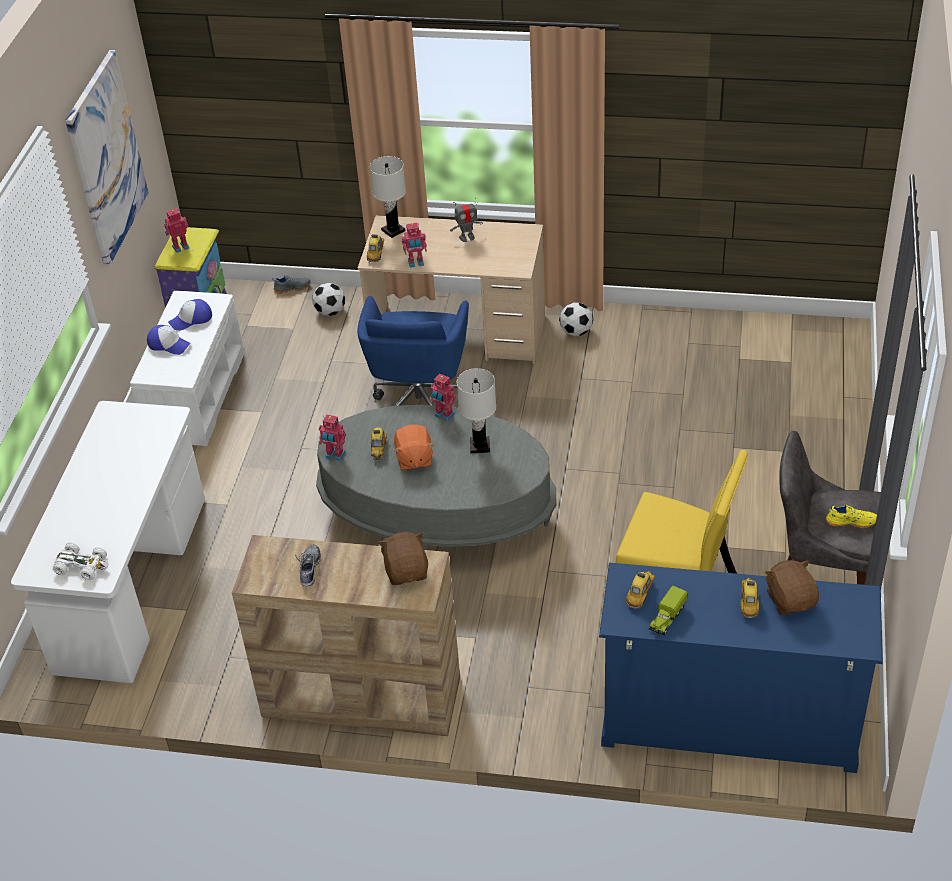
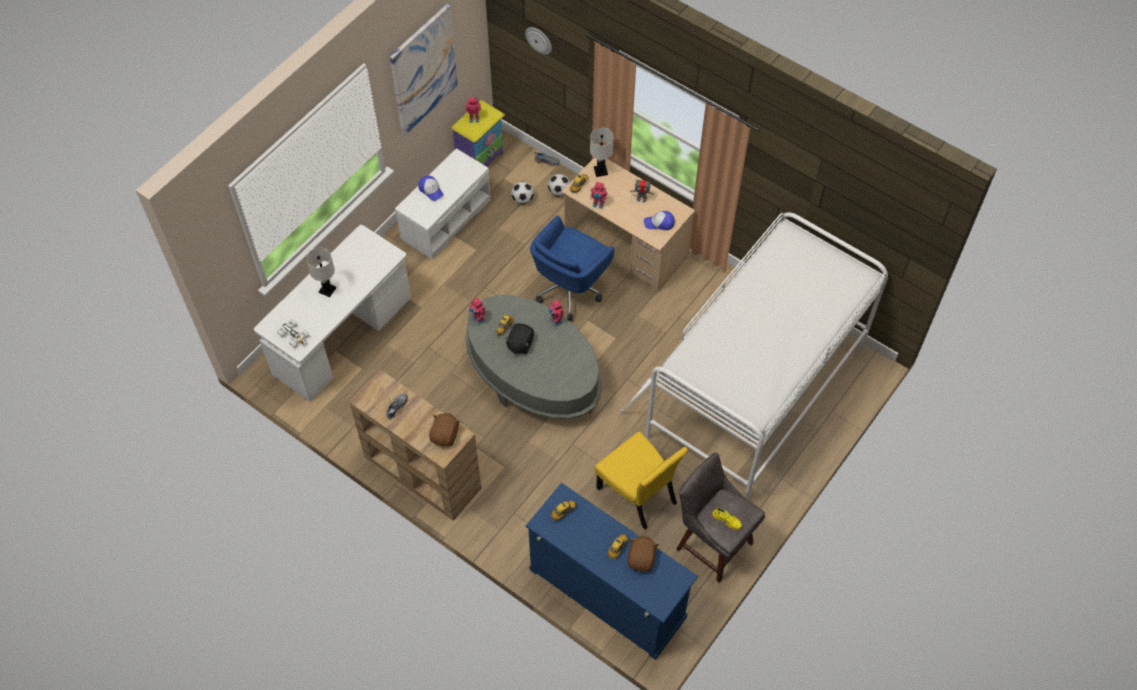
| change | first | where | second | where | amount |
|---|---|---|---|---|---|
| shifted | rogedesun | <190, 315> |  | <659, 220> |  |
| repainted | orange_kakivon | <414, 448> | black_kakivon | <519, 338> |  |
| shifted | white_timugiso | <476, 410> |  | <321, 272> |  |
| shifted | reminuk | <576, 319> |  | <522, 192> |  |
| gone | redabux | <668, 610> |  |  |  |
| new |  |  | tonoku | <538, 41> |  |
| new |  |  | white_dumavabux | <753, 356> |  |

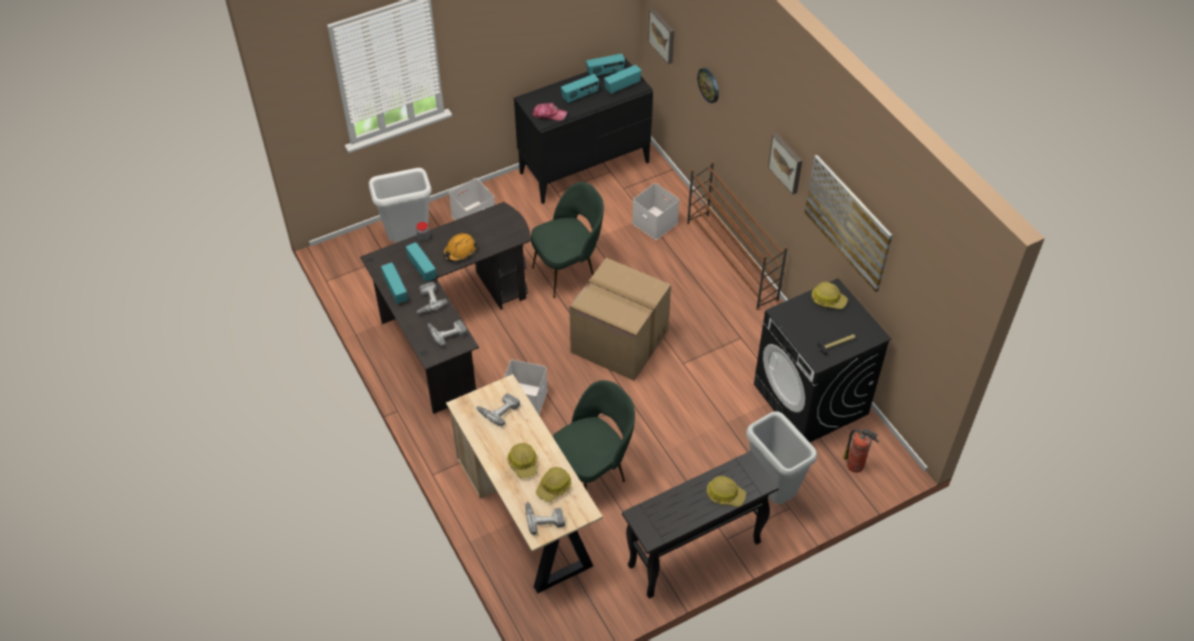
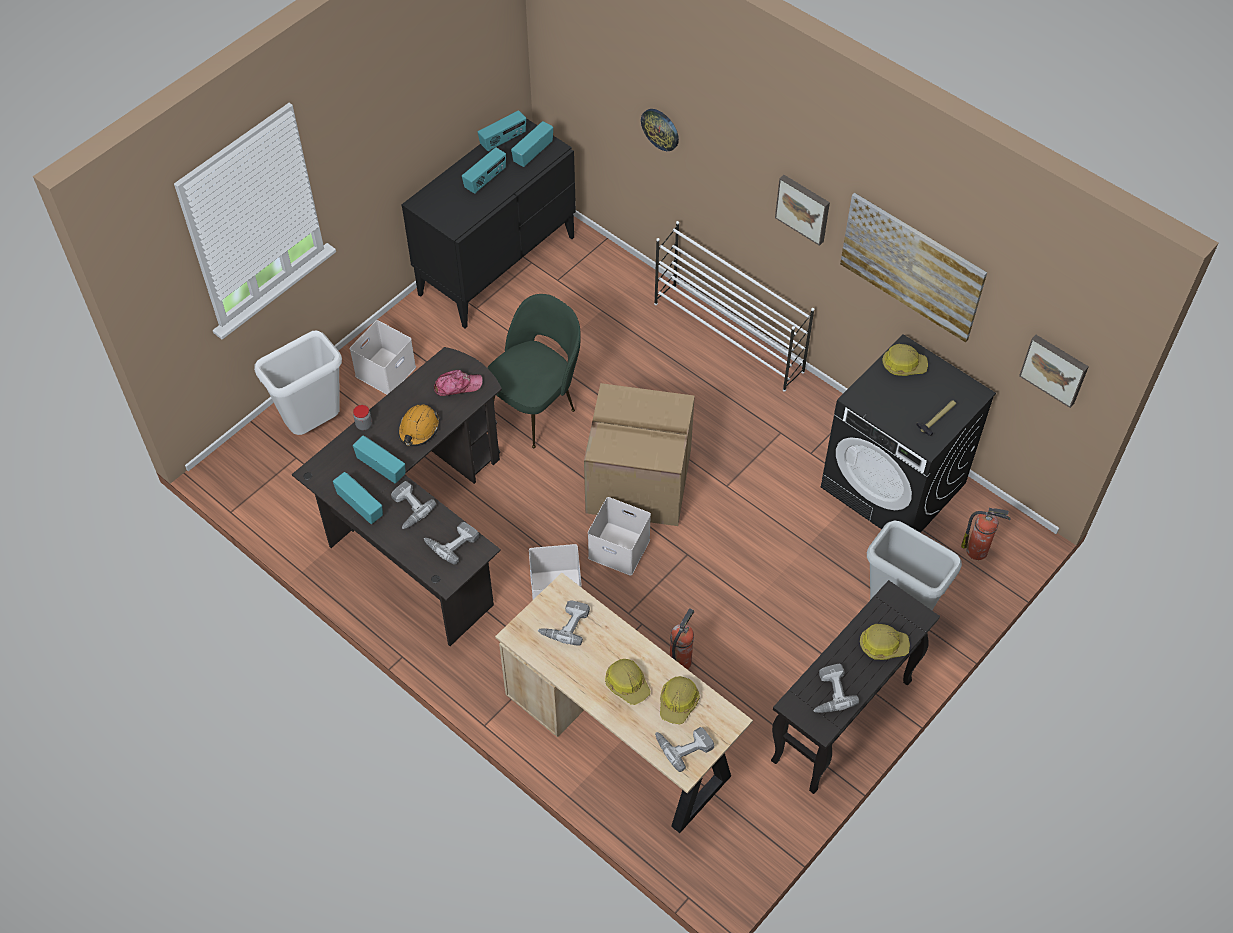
| change | first | where | second | where | amount |
|---|---|---|---|---|---|
| shifted | rogedesun | <549, 112> |  | <458, 383> |  |
| swapped | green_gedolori | <593, 434> | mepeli | <682, 639> |  |
| shifted | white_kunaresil | <655, 211> |  | <619, 536> |  |
| shifted | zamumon | <661, 36> |  | <1054, 371> |  |
| repainted | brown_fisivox | <737, 235> | white_fisivox | <734, 306> |  |
| new |  |  | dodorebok | <836, 688> |  |

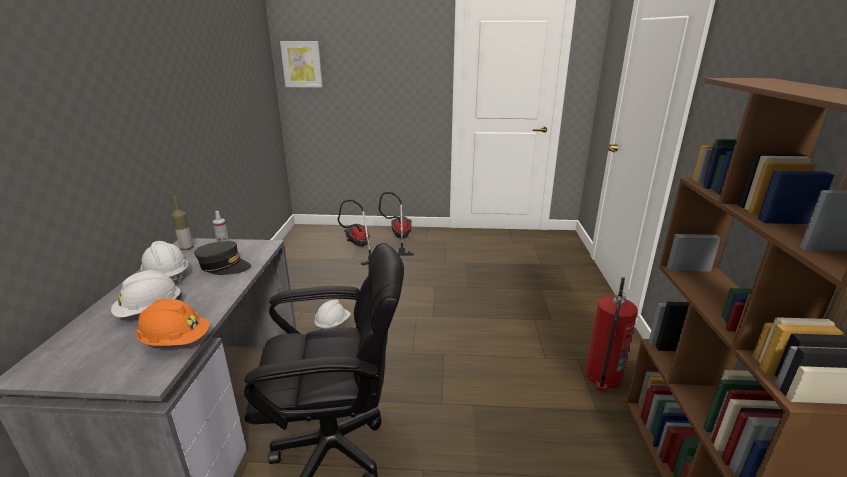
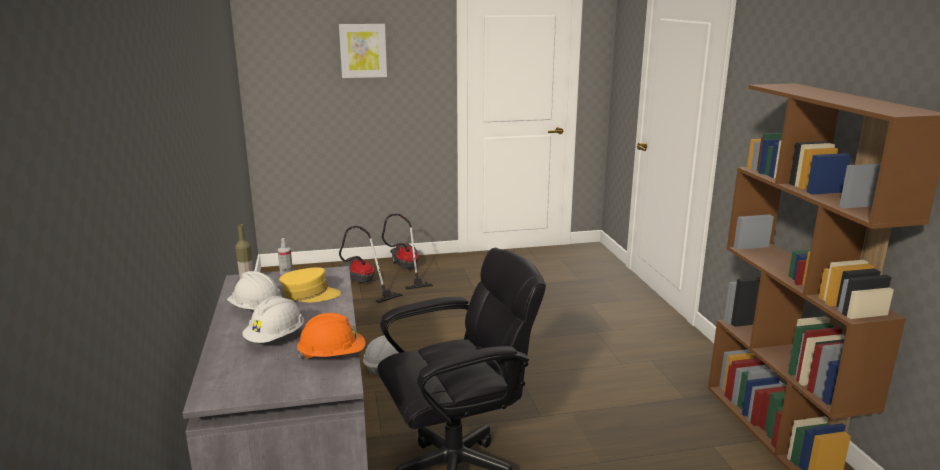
| change | first | where | second | where | amount |
|---|---|---|---|---|---|
| repainted | grey_rogedesun | <222, 258> | yellow_rogedesun | <310, 284> |  |
| shifted | zamumon | <301, 64> |  | <363, 51> |  |
| gone | mepeli | <611, 334> |  |  |  |

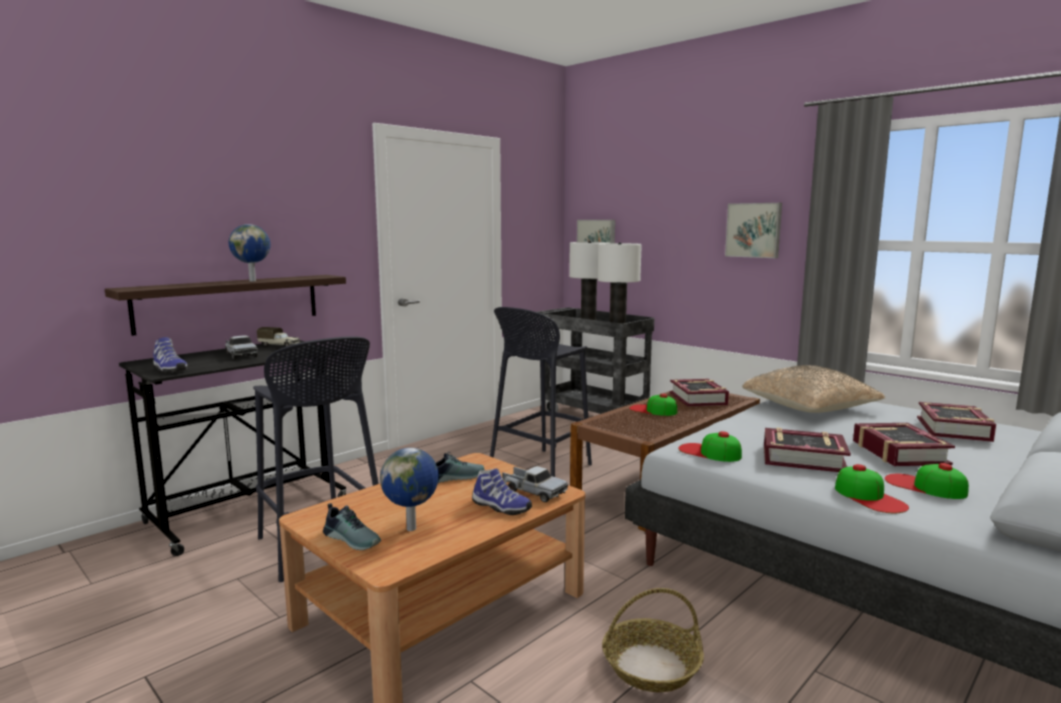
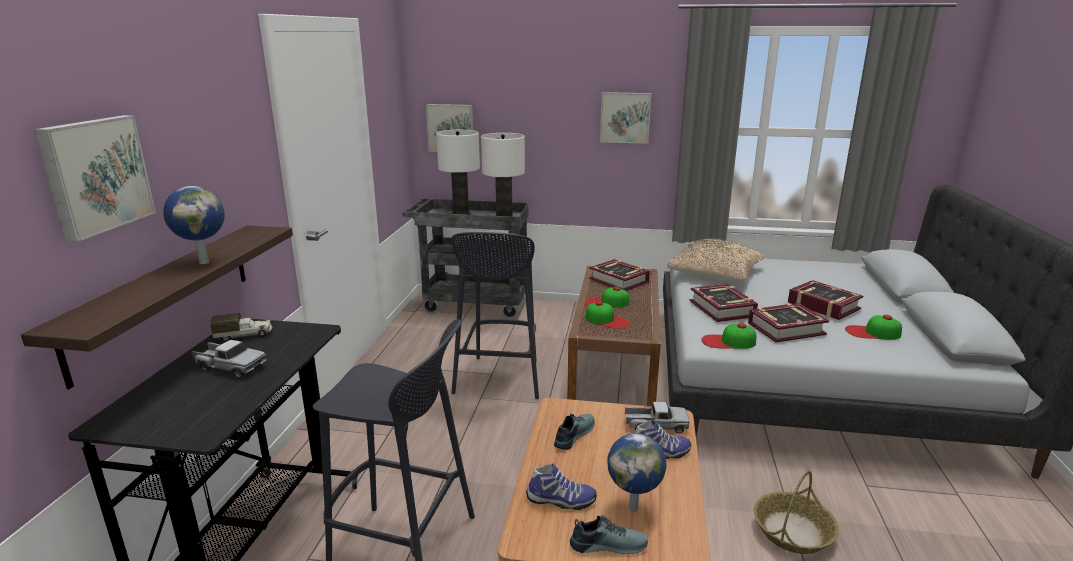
| change | first | where | second | where | amount |
|---|---|---|---|---|---|
| shifted | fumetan | <170, 355> |  | <561, 486> |  |
| shifted | rogedesun | <872, 488> |  | <607, 315> |  |
| shifted | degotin | <956, 422> |  | <724, 303> |  |
| new |  |  | zamumon | <95, 178> |  |

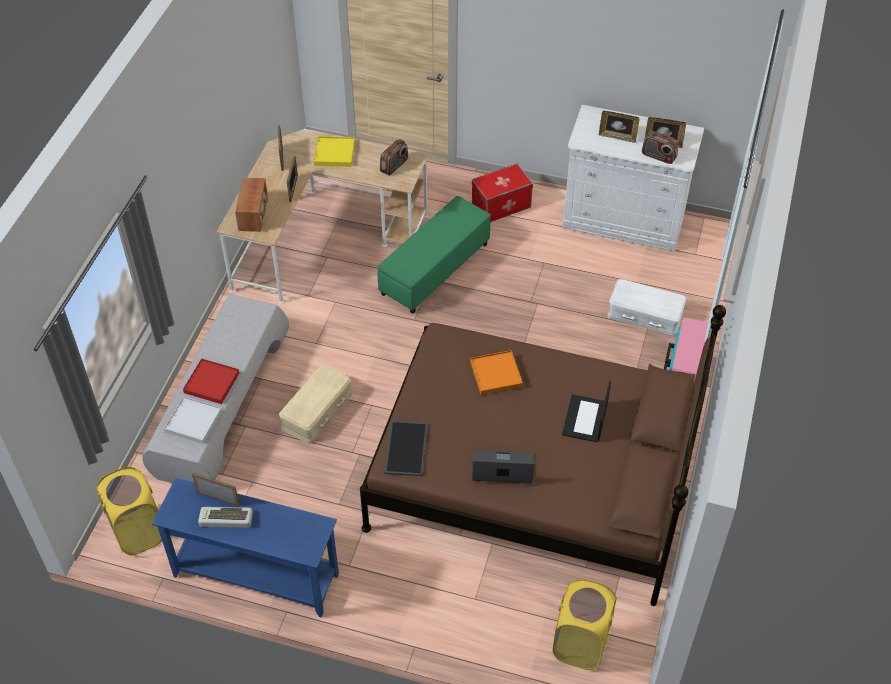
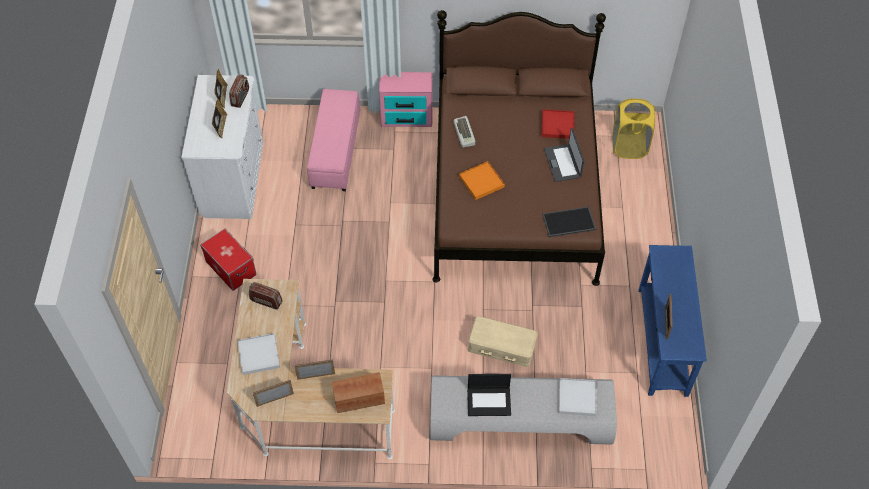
| change | first | where | second | where | amount |
|---|---|---|---|---|---|
| gone | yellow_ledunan | <129, 511> |  |  |  |
| shifted | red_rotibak | <211, 381> |  | <557, 124> |  |
| shifted | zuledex | <225, 517> |  | <464, 132> |  |
| repainted | yellow_rotibak | <334, 151> | white_rotibak | <259, 354> |  |
| gone | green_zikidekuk | <434, 255> |  |  |  |
| shifted | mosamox | <586, 411> |  | <489, 395> |  |
| swapped | white_kunaresil | <647, 307> | pink_zikidekuk | <333, 140> |  |

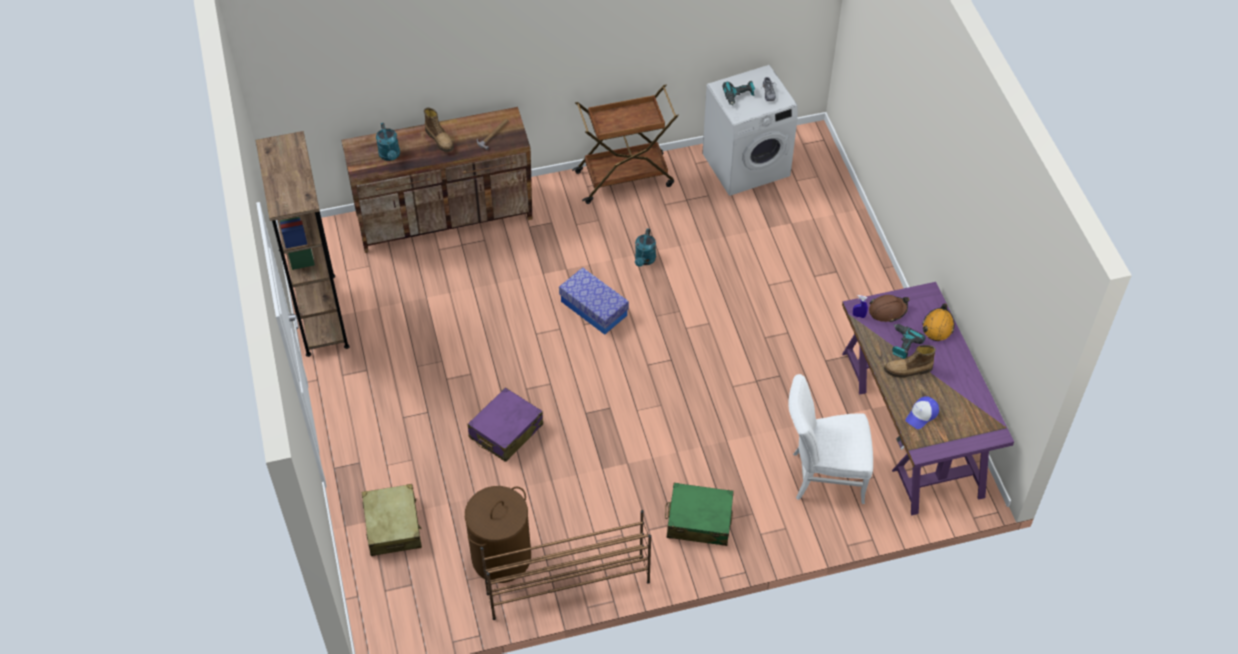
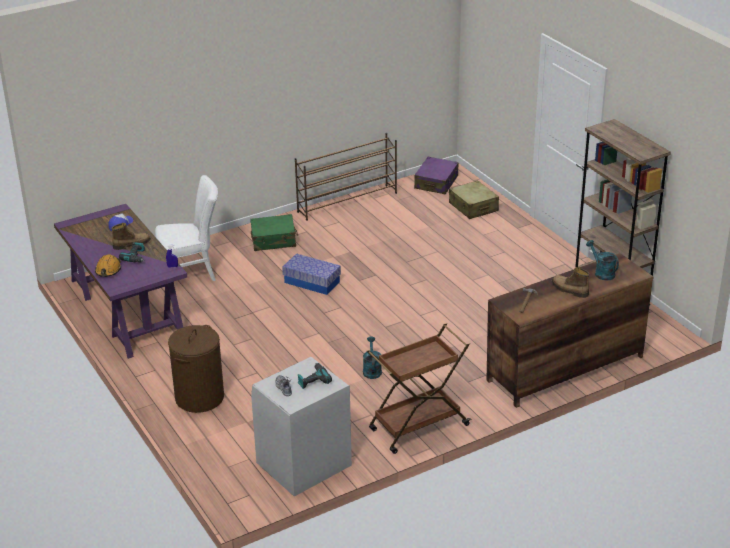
| change | first | where | second | where | amount |
|---|---|---|---|---|---|
| shifted | brown_ledunan | <498, 534> |  | <196, 369> |  |
| shifted | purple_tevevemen | <505, 424> |  | <436, 175> |  |
| shifted | kunaresil | <594, 301> |  | <311, 274> |  |
| gone | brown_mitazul | <889, 308> |  |  |  |

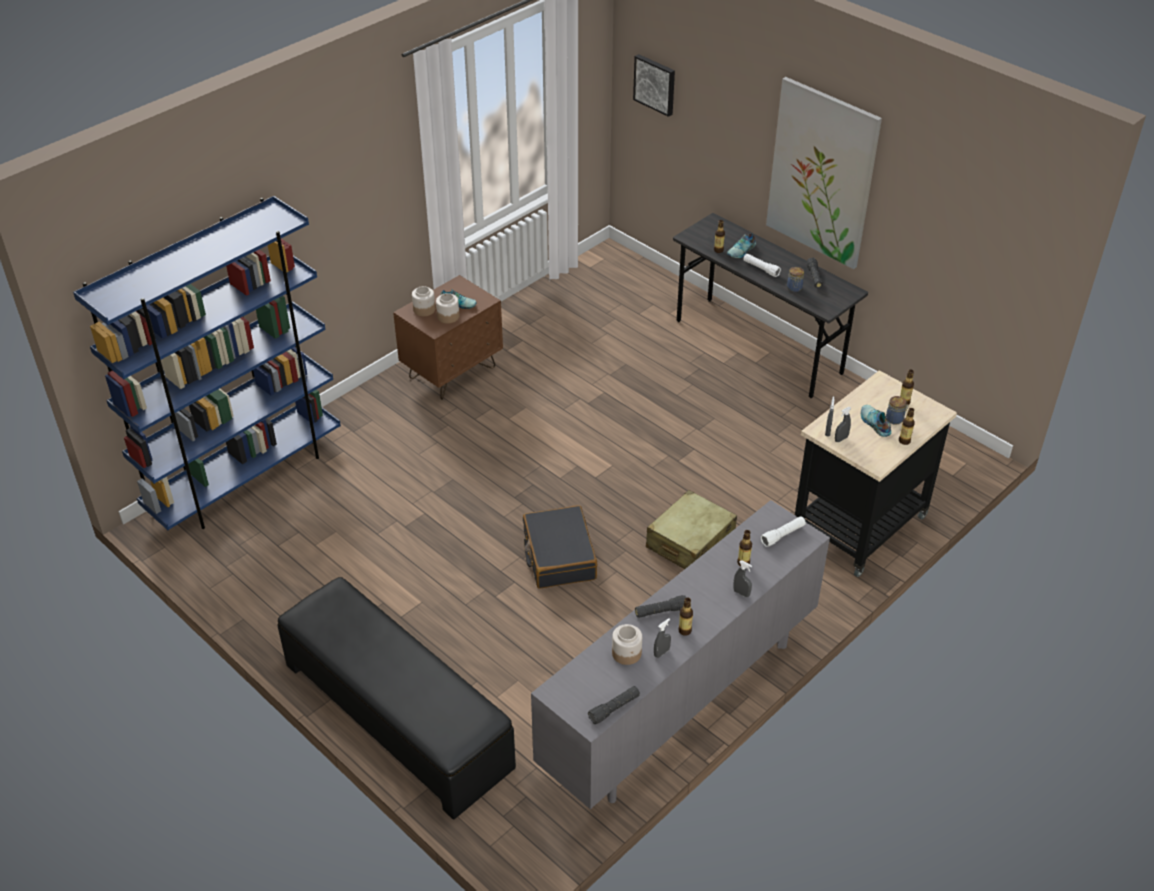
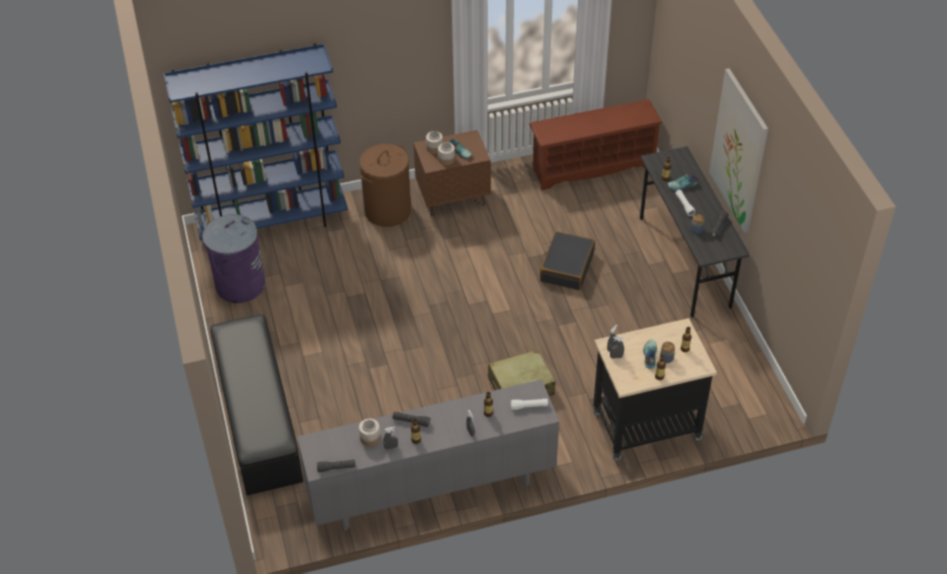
| change | first | where | second | where | amount |
|---|---|---|---|---|---|
| shifted | black_tevevemen | <560, 547> |  | <567, 260> |  |
| gone | zamumon | <654, 85> |  |  |  |
| new |  |  | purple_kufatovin | <234, 258> |  |
| new |  |  | brown_ledunan | <385, 185> |  |
| new |  |  | brown_fisivox | <595, 145> |  |

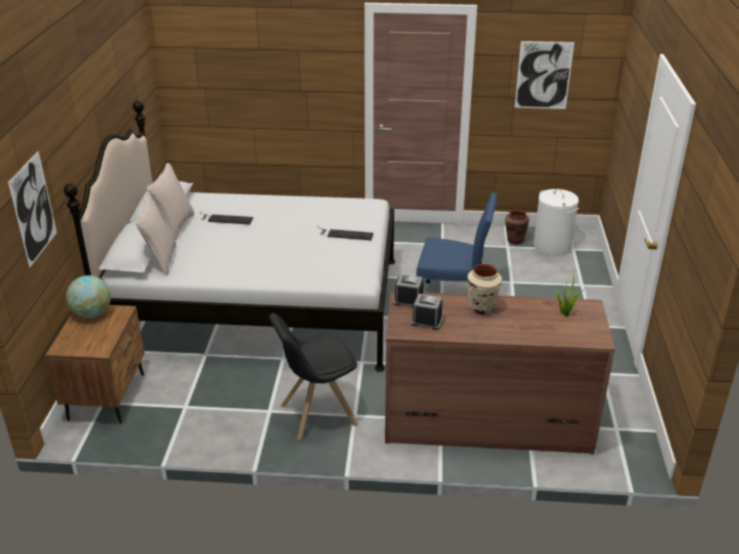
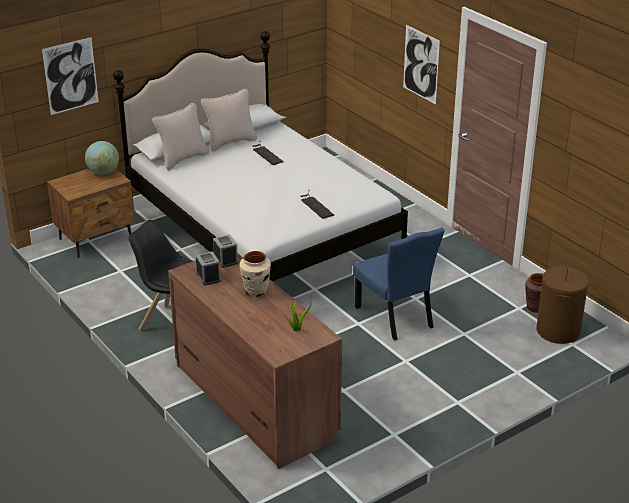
| change | first | where | second | where | amount |
|---|---|---|---|---|---|
| shifted | zamumon | <544, 75> |  | <421, 64> |  |
| repainted | white_ledunan | <556, 222> | brown_ledunan | <562, 305> |  |

